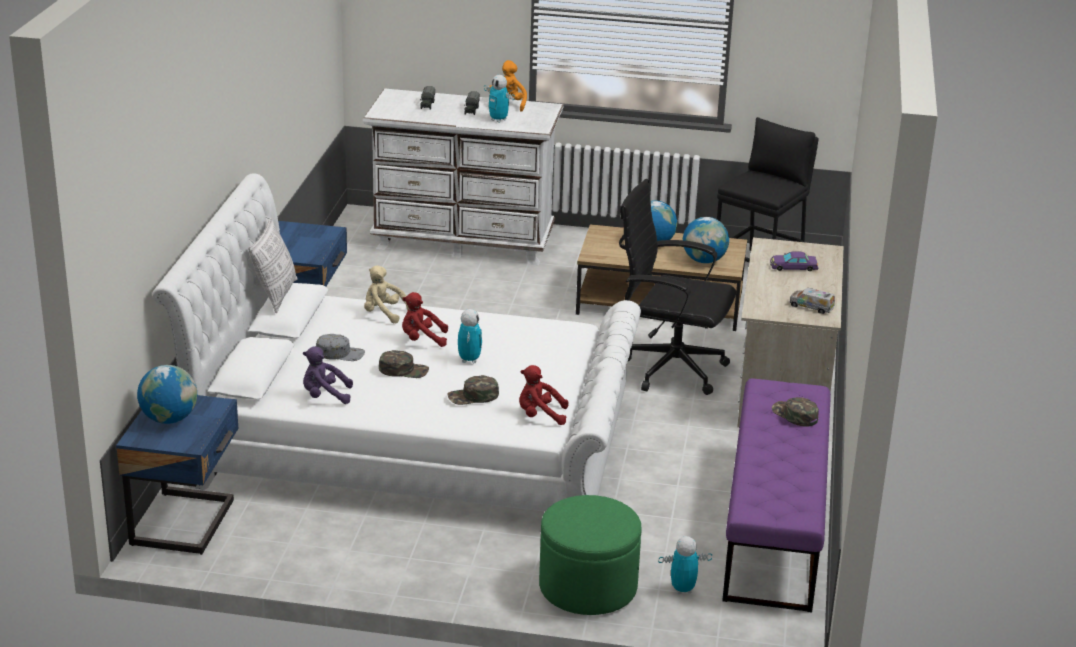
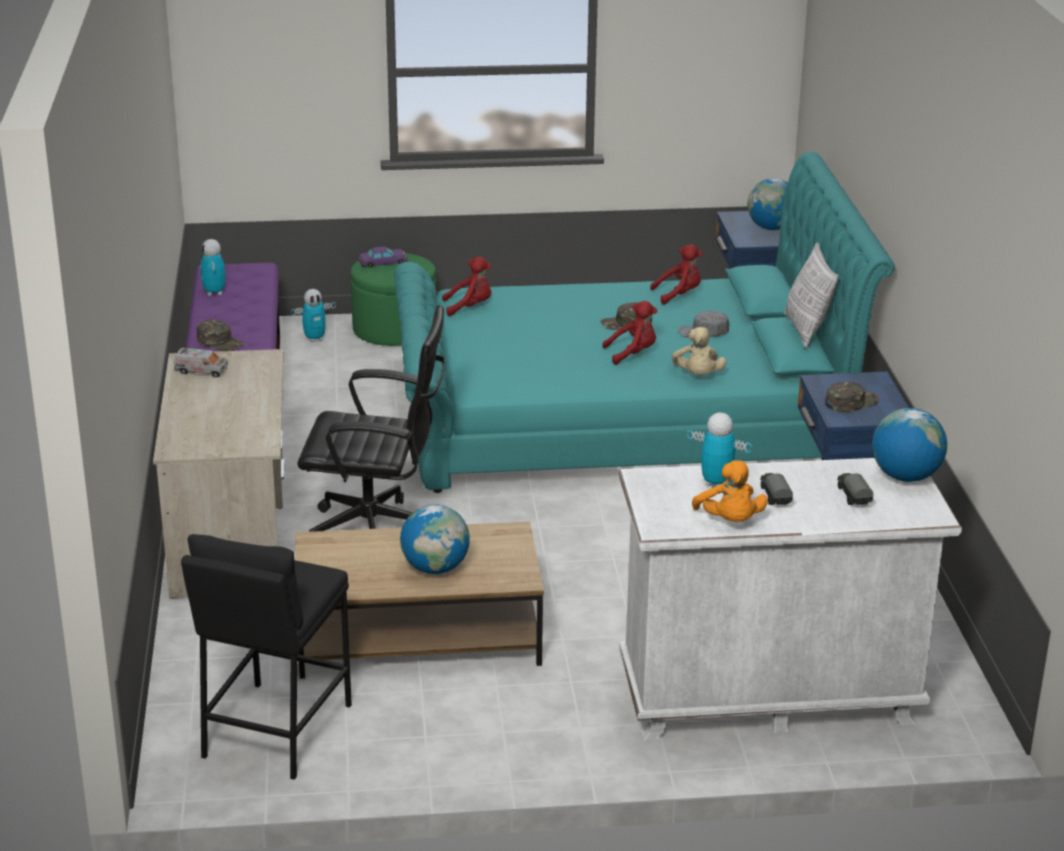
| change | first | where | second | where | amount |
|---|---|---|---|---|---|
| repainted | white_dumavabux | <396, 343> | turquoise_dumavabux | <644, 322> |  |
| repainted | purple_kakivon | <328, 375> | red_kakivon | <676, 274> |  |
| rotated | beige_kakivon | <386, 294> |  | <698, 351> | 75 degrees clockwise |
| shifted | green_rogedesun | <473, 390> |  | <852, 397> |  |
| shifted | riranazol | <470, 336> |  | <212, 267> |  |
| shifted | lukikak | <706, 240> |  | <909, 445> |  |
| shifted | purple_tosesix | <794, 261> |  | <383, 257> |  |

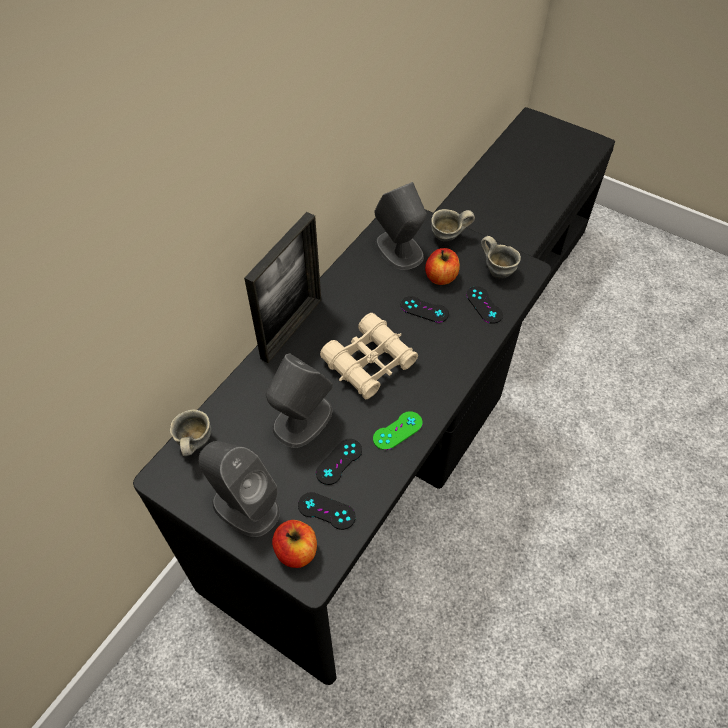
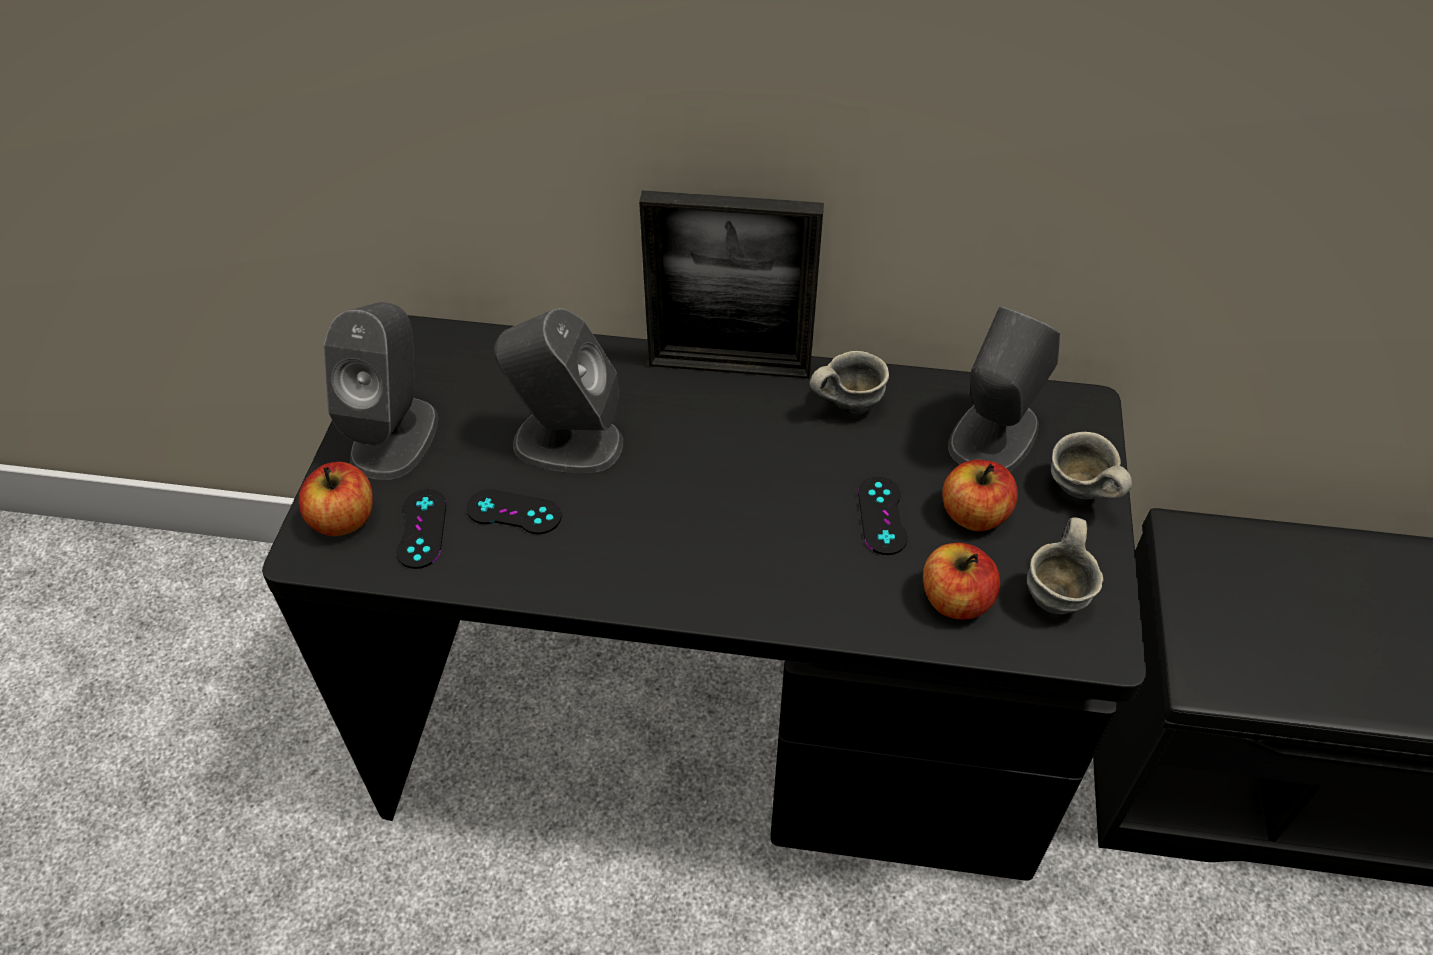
| change | first | where | second | where | amount |
|---|---|---|---|---|---|
| shifted | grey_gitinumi | <190, 433> |  | <849, 383> |  |
| gone | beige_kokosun | <369, 356> |  |  |  |
| gone | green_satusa | <398, 430> |  |  |  |
| swapped | black_satusa | <484, 305> | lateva | <961, 581> |  |

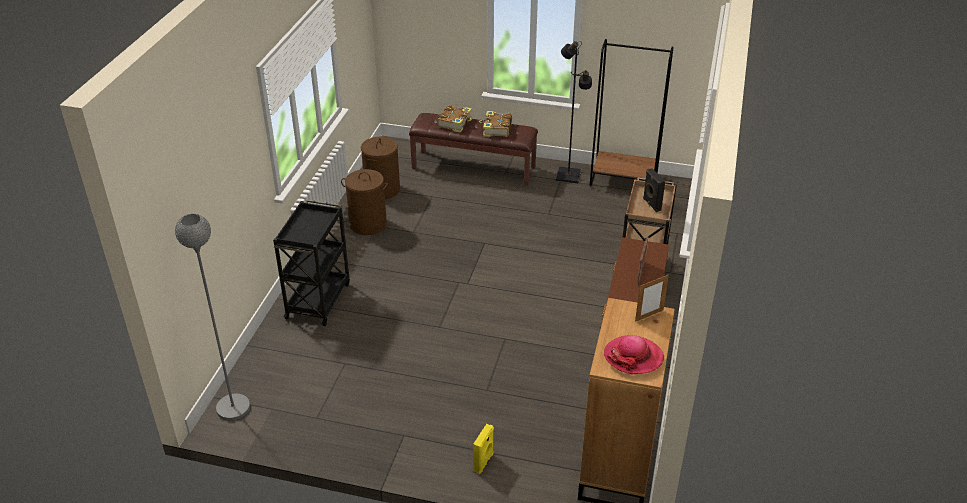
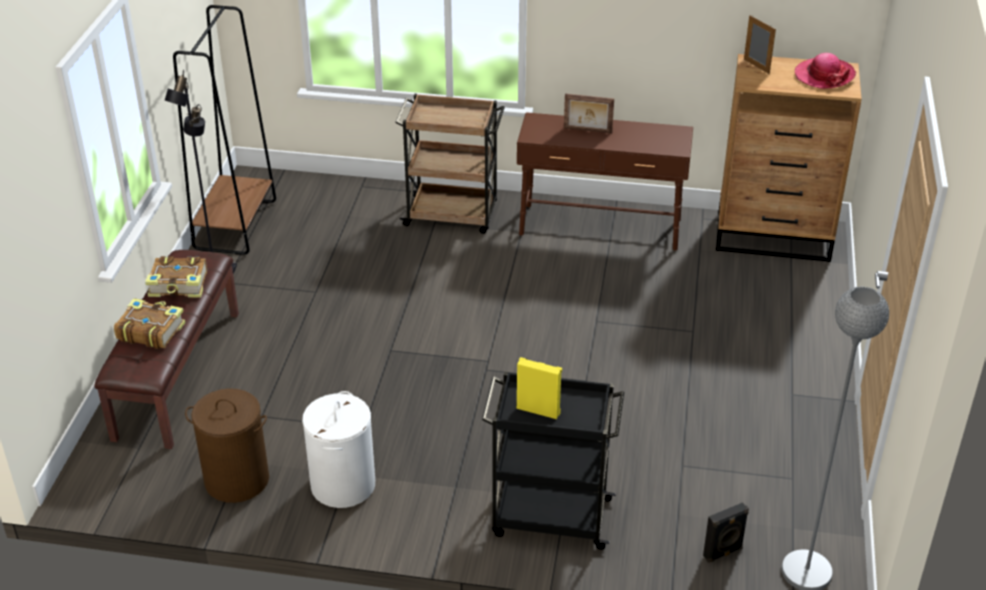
| change | first | where | second | where | amount |
|---|---|---|---|---|---|
| repainted | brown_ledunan | <364, 202> | white_ledunan | <338, 449> |  |
| shifted | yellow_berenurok | <483, 449> |  | <539, 388> |  |
| shifted | black_berenurok | <654, 190> |  | <726, 532> |  |

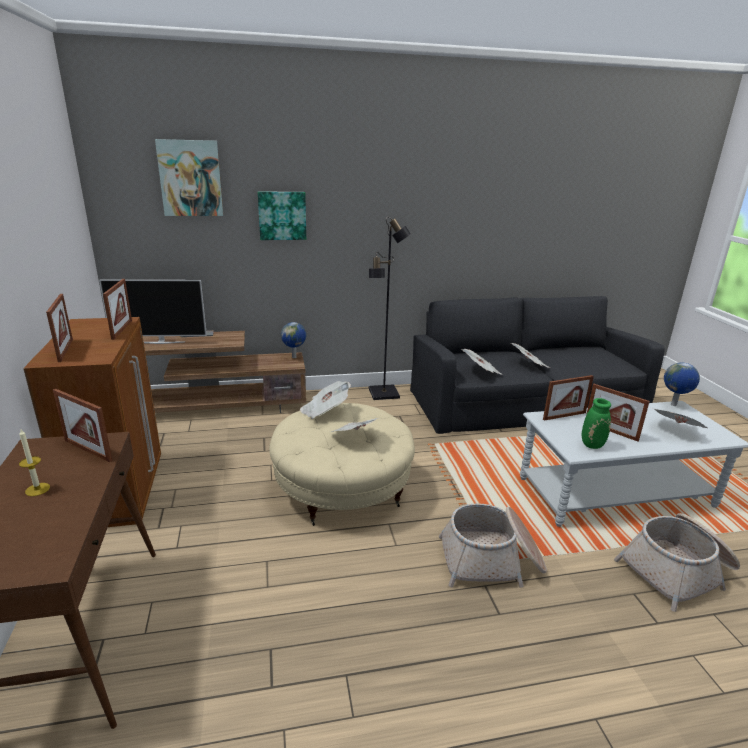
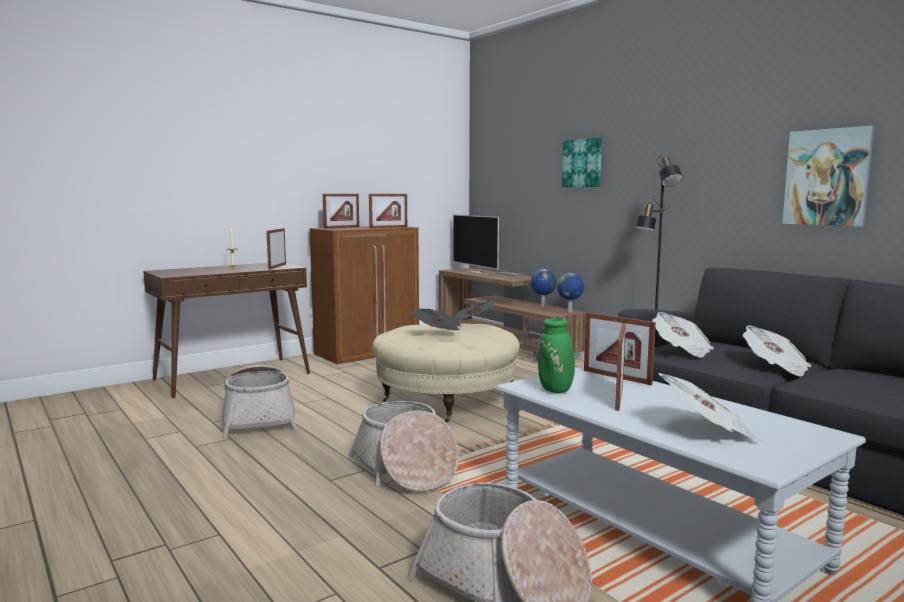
| change | first | where | second | where | amount |
|---|---|---|---|---|---|
| shifted | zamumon | <189, 177> |  | <828, 176> |  |
| shifted | lukikak | <682, 384> |  | <544, 288> |  |
| new |  |  | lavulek | <260, 401> |  |

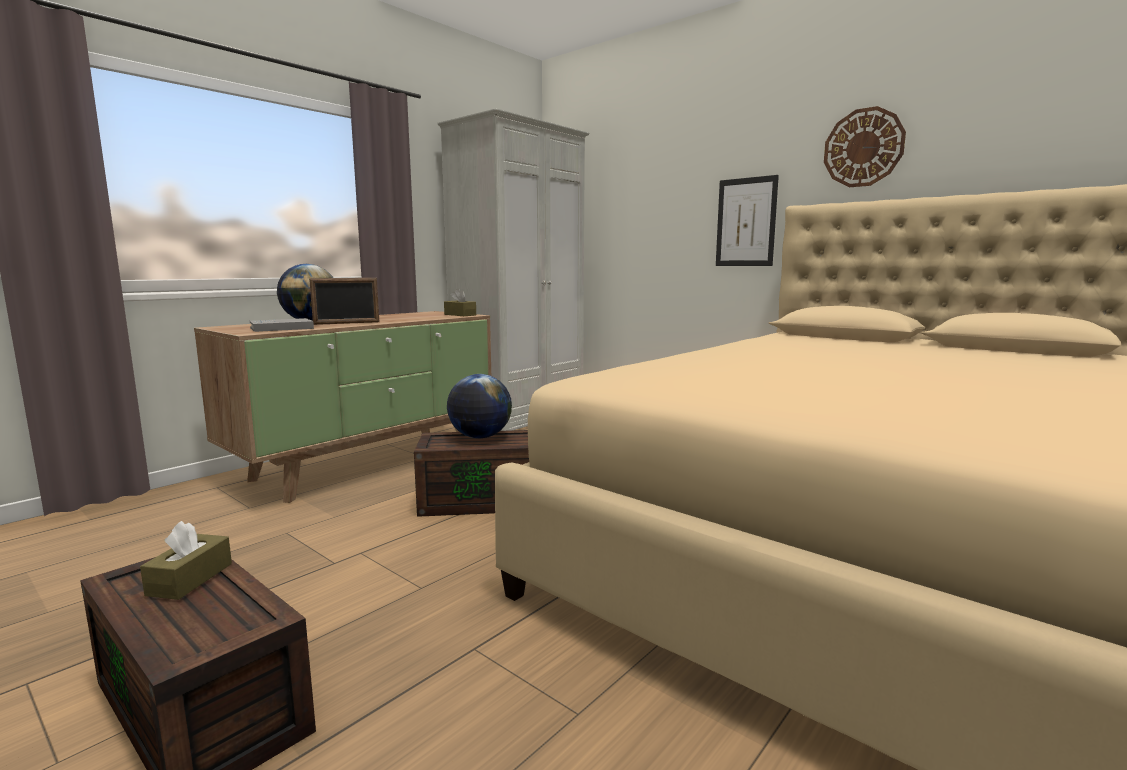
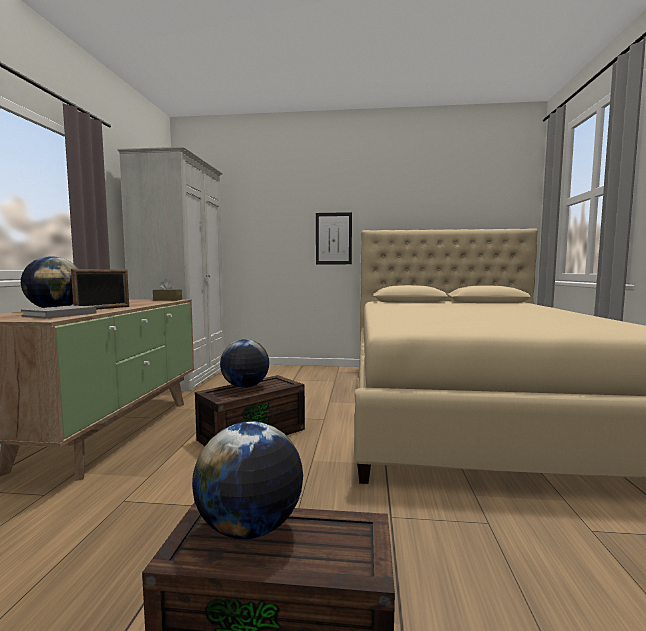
| change | first | where | second | where | amount |
|---|---|---|---|---|---|
| swapped | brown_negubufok | <186, 560> | lukikak | <247, 480> |  |
| gone | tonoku | <865, 146> |  |  |  |

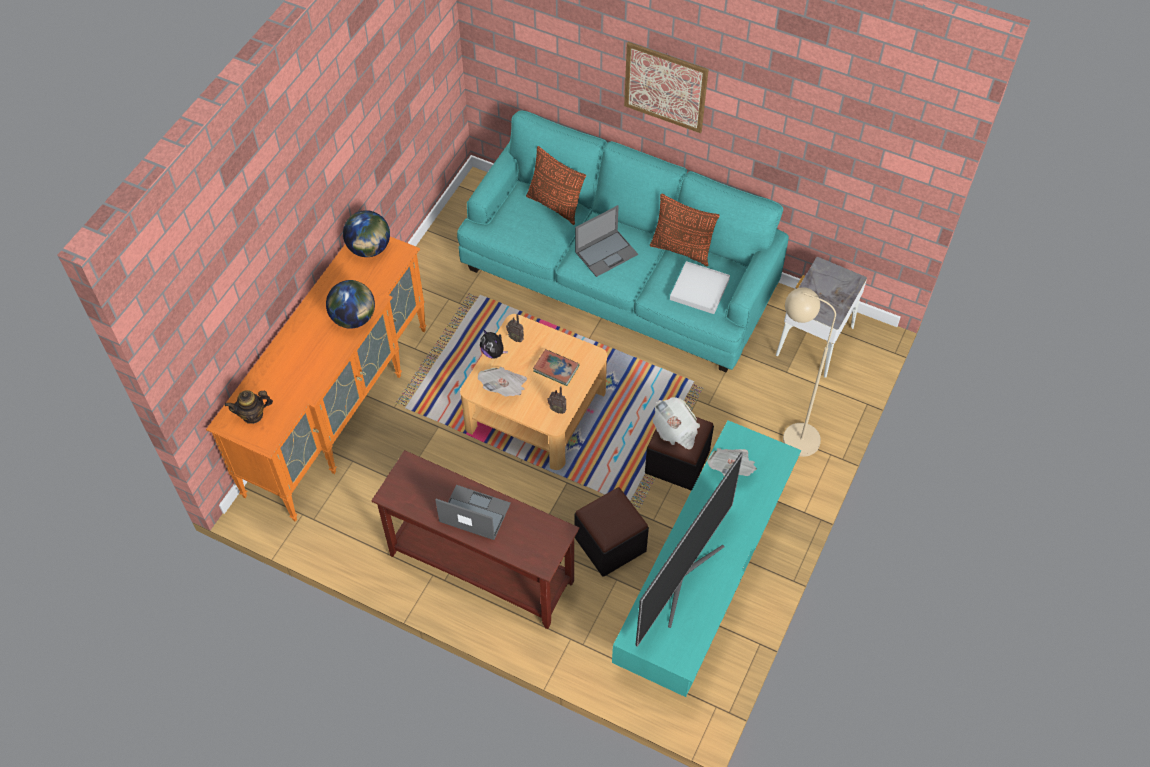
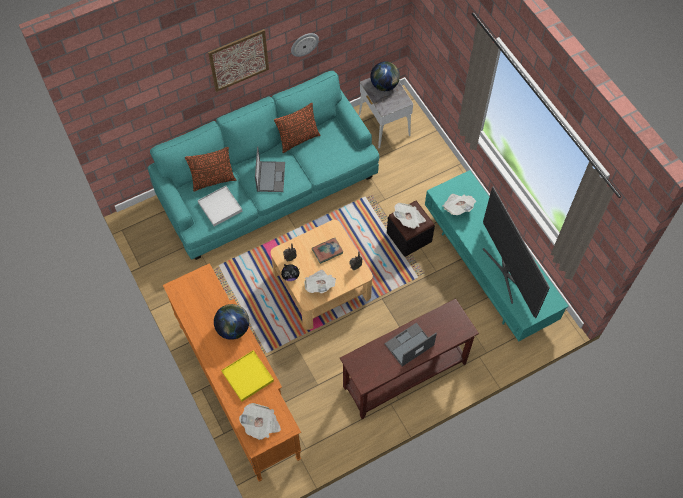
| change | first | where | second | where | amount |
|---|---|---|---|---|---|
| swapped | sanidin | <249, 407> | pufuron | <260, 421> |  |
| shifted | lukikak | <366, 233> |  | <385, 76> |  |
| gone | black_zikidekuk | <611, 532> |  |  |  |
| shifted | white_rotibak | <700, 287> |  | <220, 206> |  |
| gone | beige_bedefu | <809, 372> |  |  |  |
| new |  |  | yellow_rotibak | <247, 375> |  |
| new |  |  | tonoku | <305, 45> |  |

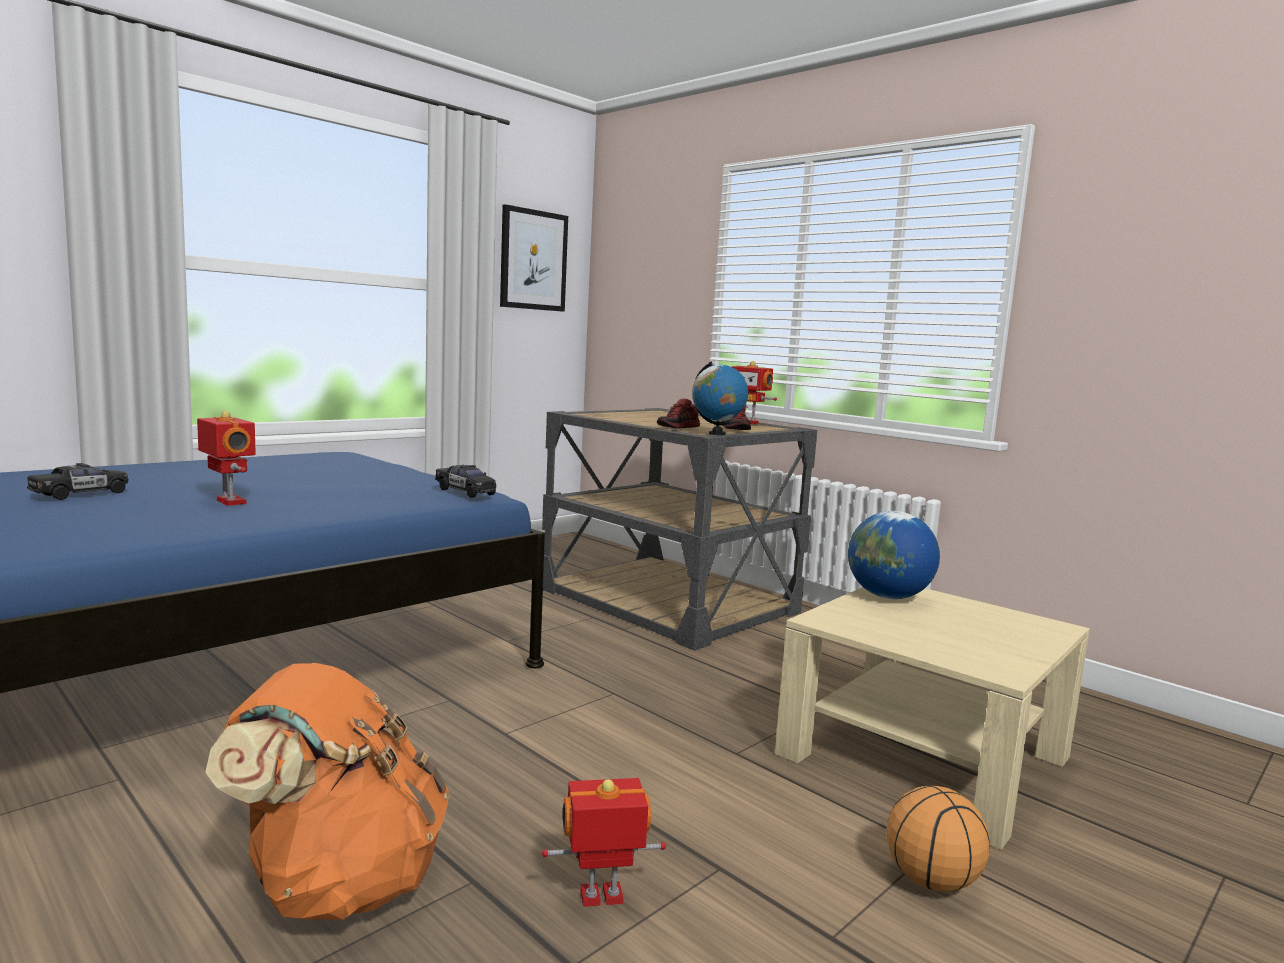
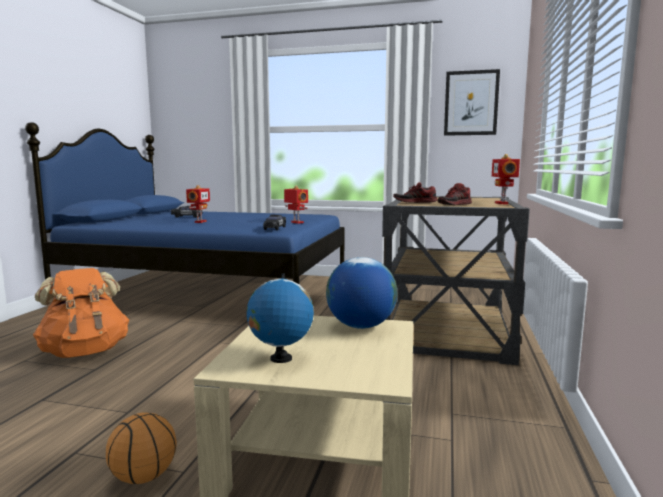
| change | first | where | second | where | amount |
|---|---|---|---|---|---|
| shifted | riranazol | <604, 842> |  | <296, 205> |  |
| shifted | lukikak | <720, 398> |  | <280, 318> |  |

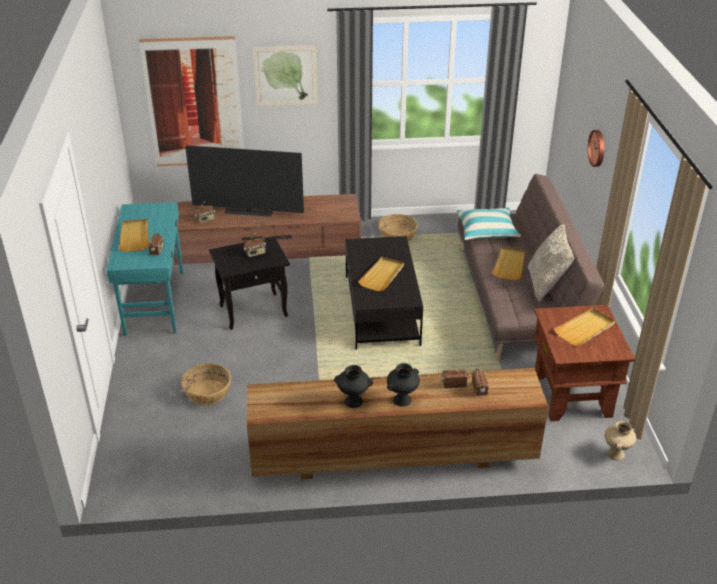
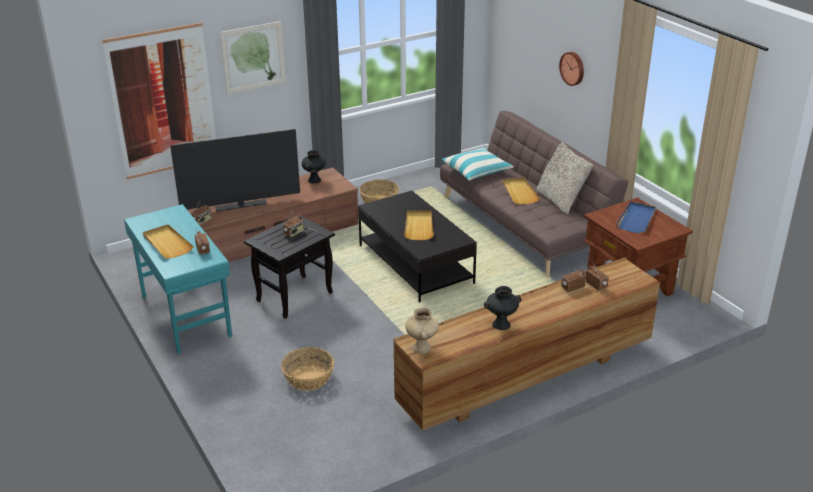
| change | first | where | second | where | amount |
|---|---|---|---|---|---|
| shifted | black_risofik | <403, 385> |  | <314, 167> |  |
| repainted | beige_rotibak | <584, 327> | blue_rotibak | <636, 217> |  |
| shifted | beige_risofik | <620, 441> |  | <422, 331> |  |

